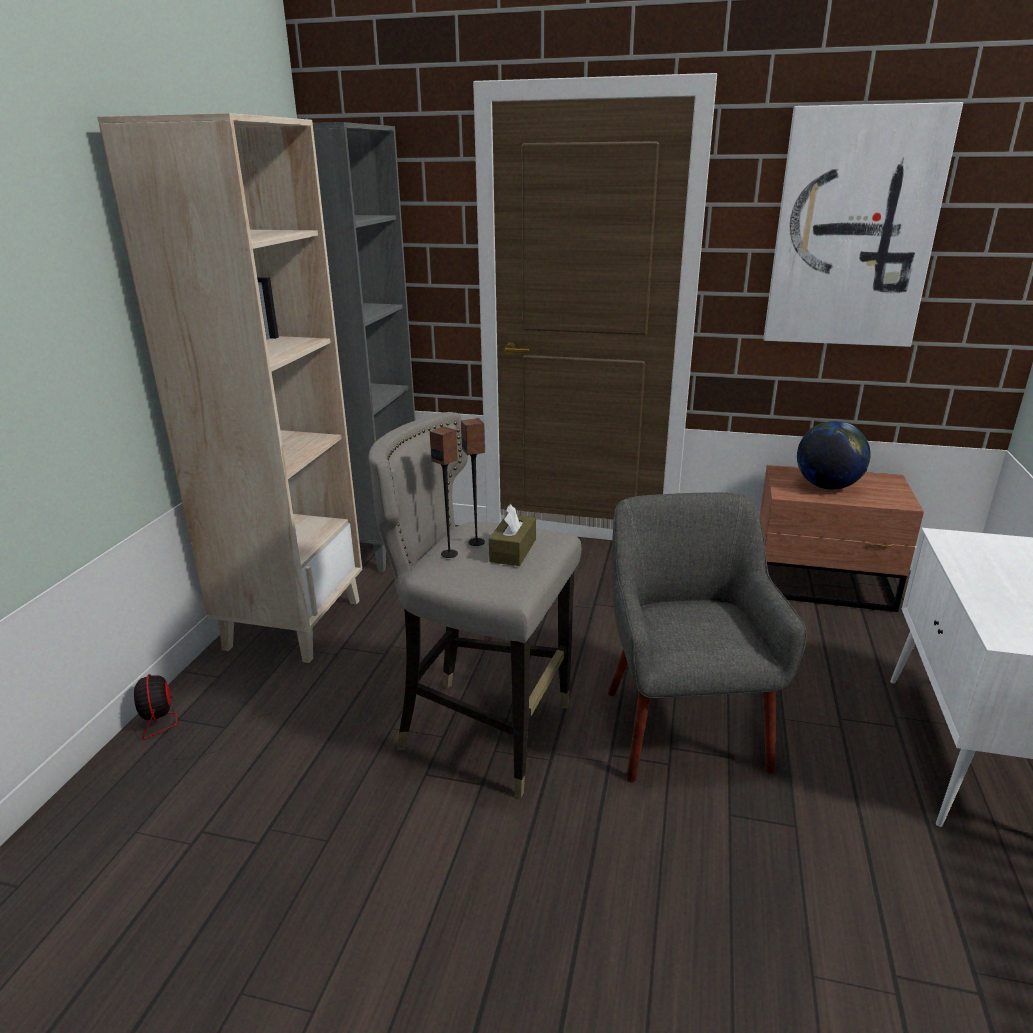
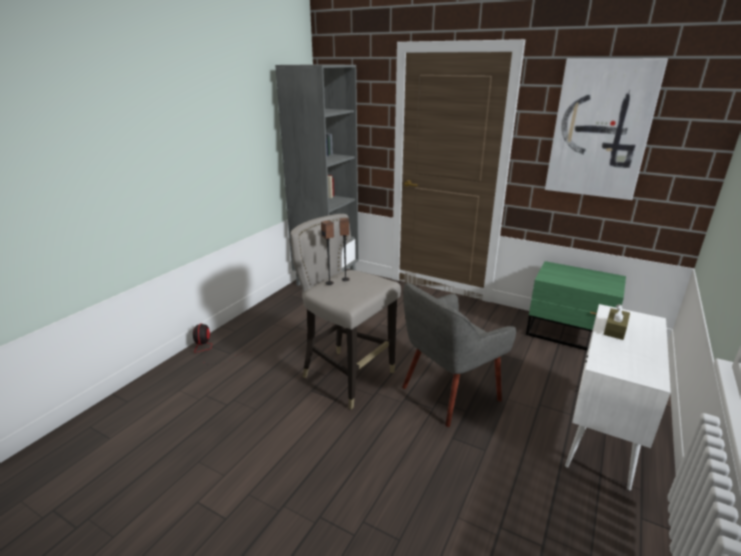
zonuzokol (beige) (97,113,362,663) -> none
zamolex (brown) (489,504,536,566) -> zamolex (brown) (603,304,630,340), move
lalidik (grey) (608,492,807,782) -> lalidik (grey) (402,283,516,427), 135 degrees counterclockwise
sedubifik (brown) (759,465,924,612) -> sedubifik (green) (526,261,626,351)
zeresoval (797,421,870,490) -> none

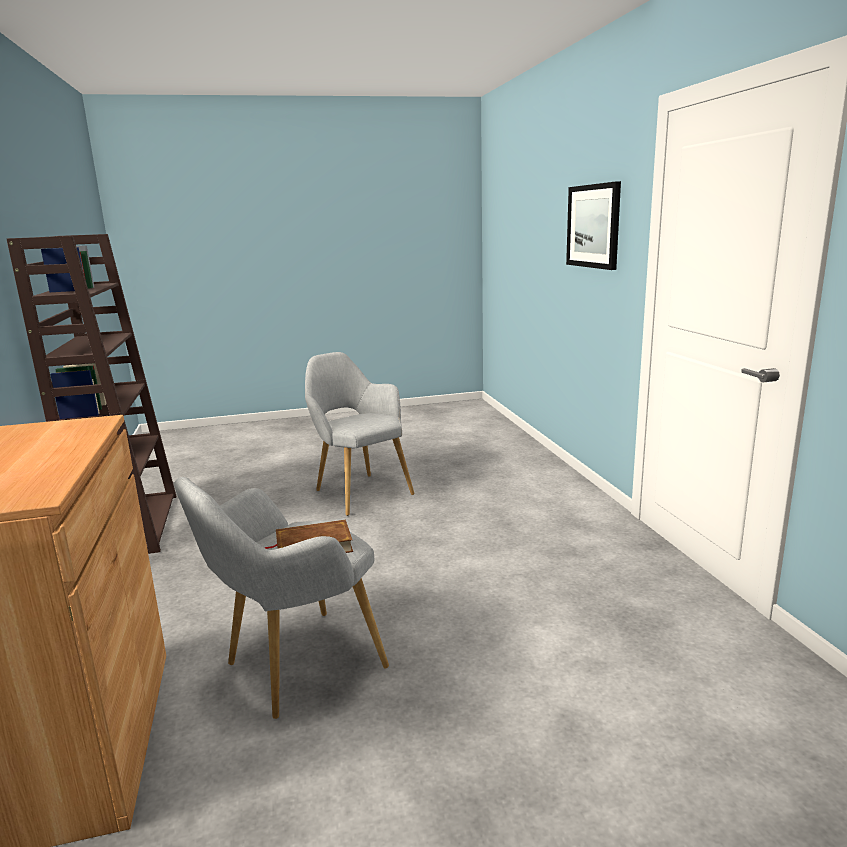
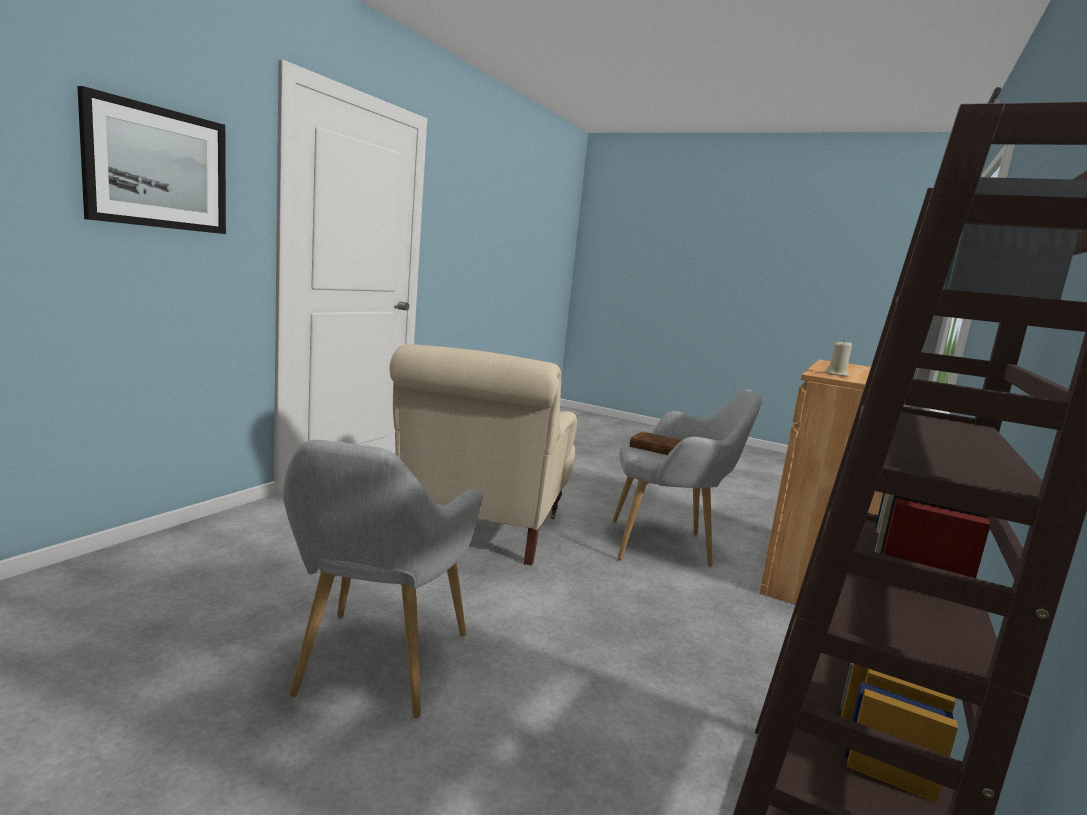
none -> lalidik (beige) (389,344,577,566)
none -> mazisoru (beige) (826,341,852,376)

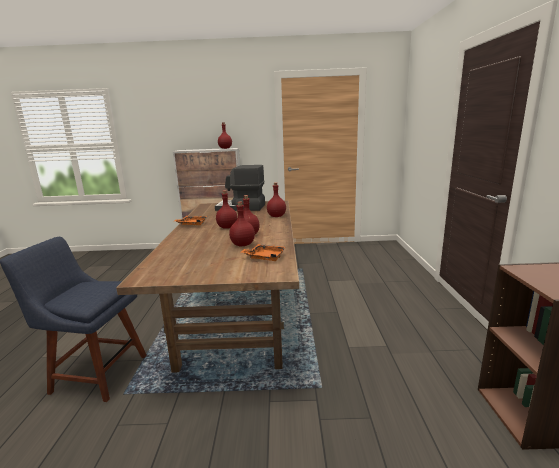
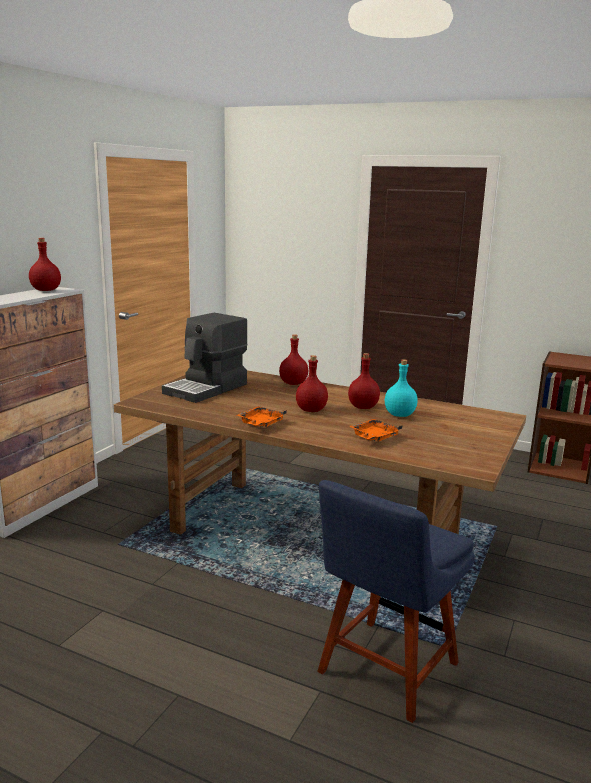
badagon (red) (229,201,255,246) -> badagon (turquoise) (385,359,417,417)
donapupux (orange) (241,244,286,261) -> donapupux (orange) (349,419,403,441), move

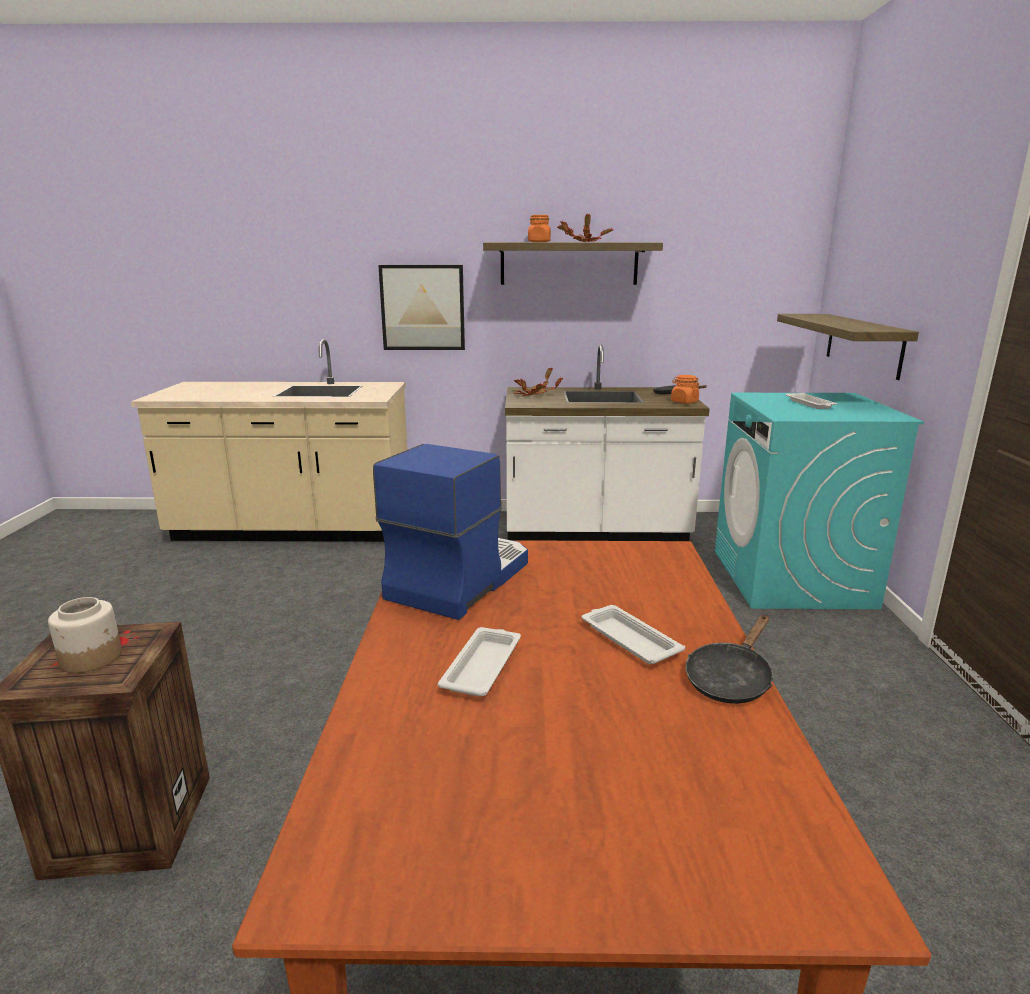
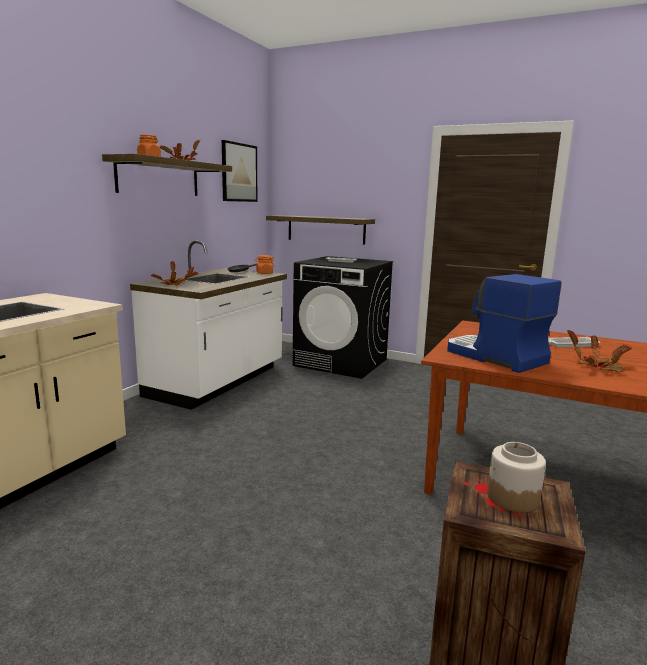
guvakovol (378,265,465,350) -> guvakovol (222,140,257,202), move
donapupux (white) (438,627,521,696) -> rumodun (567,330,632,372)
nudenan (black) (685,615,773,704) -> none
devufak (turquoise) (715,393,924,609) -> devufak (black) (293,256,393,379)

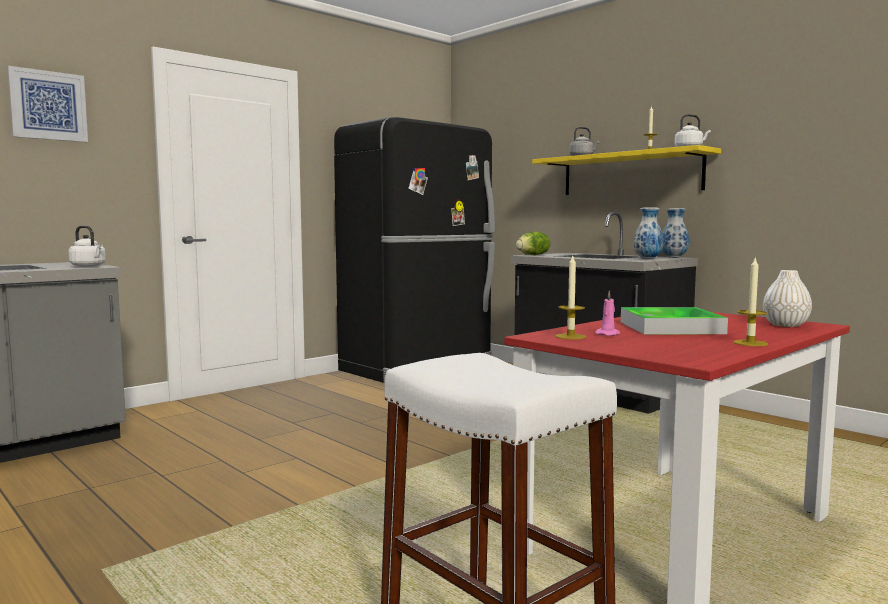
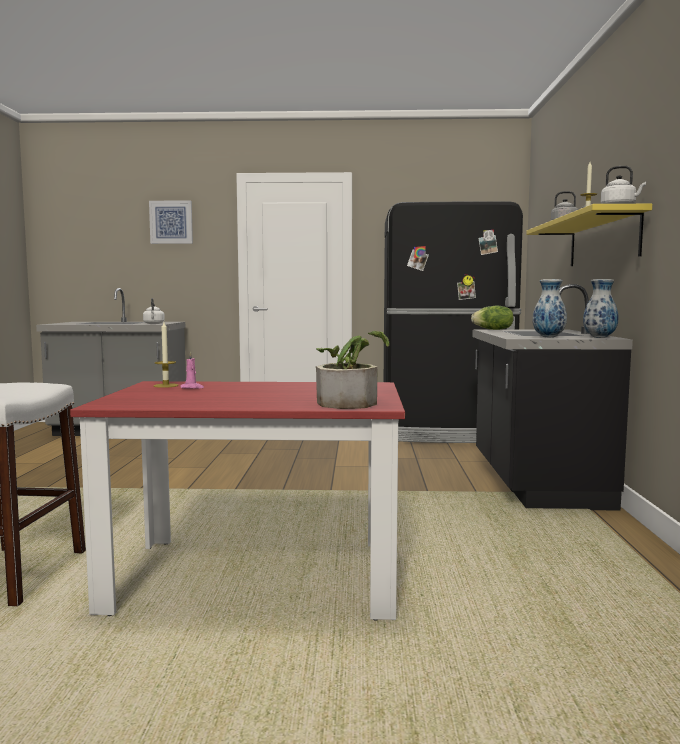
donapupux (621,307,728,335) -> none
mazisoru (733,258,768,346) -> none
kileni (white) (763,270,812,327) -> rumodun (316,331,390,409)

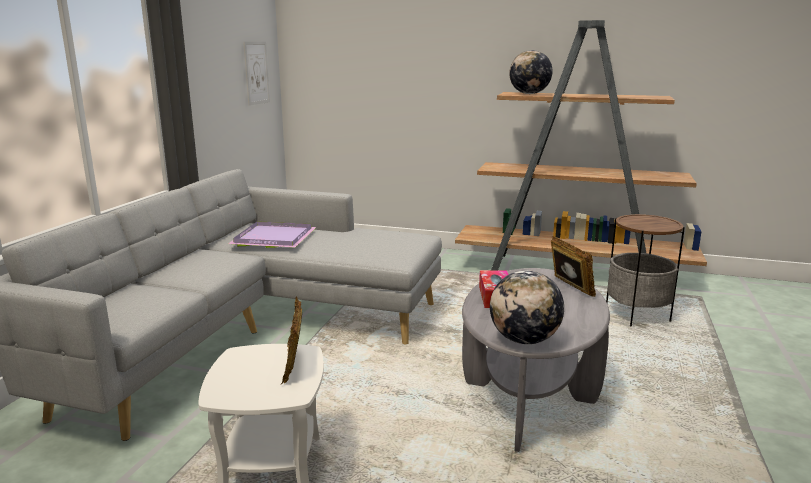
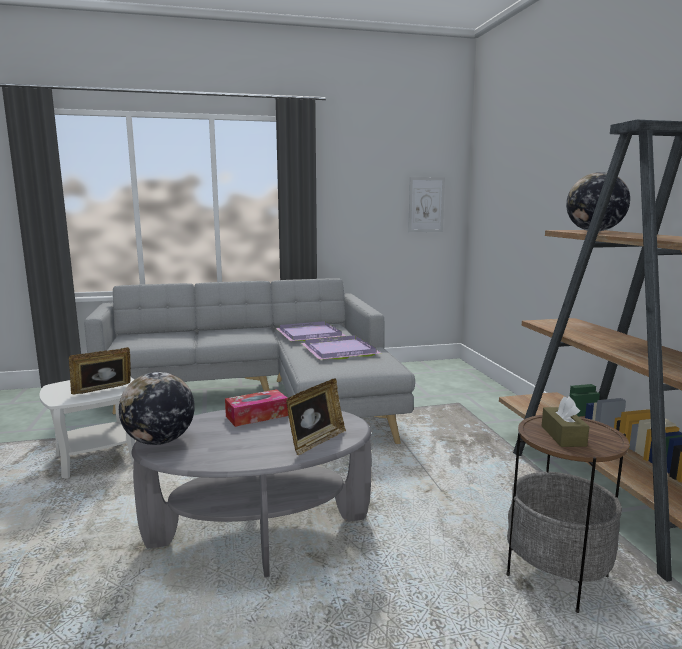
none -> donapupux (purple) (301,335,381,360)
none -> zamolex (brown) (542,397,590,447)

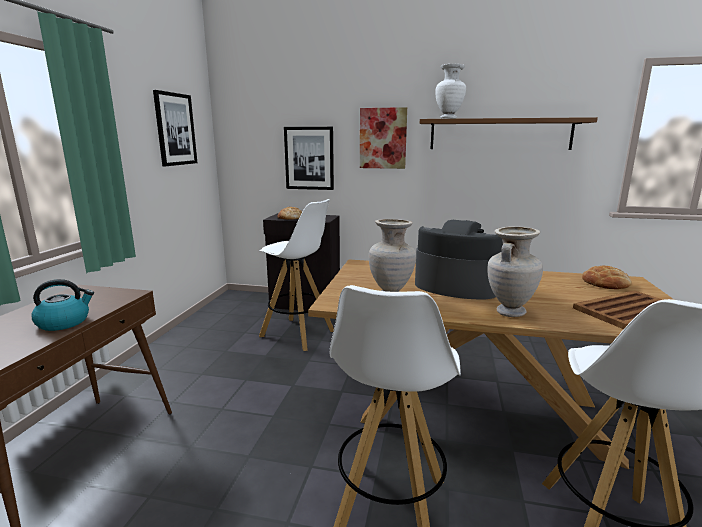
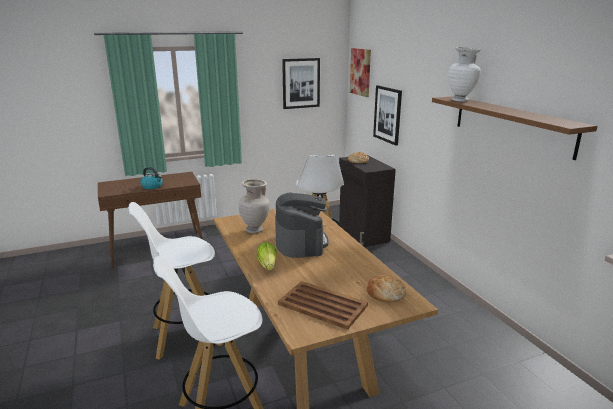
guvakovol (360,107,407,169) -> guvakovol (350,48,371,97), move
kileni (beige) (487,226,543,317) -> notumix (257,242,277,270)

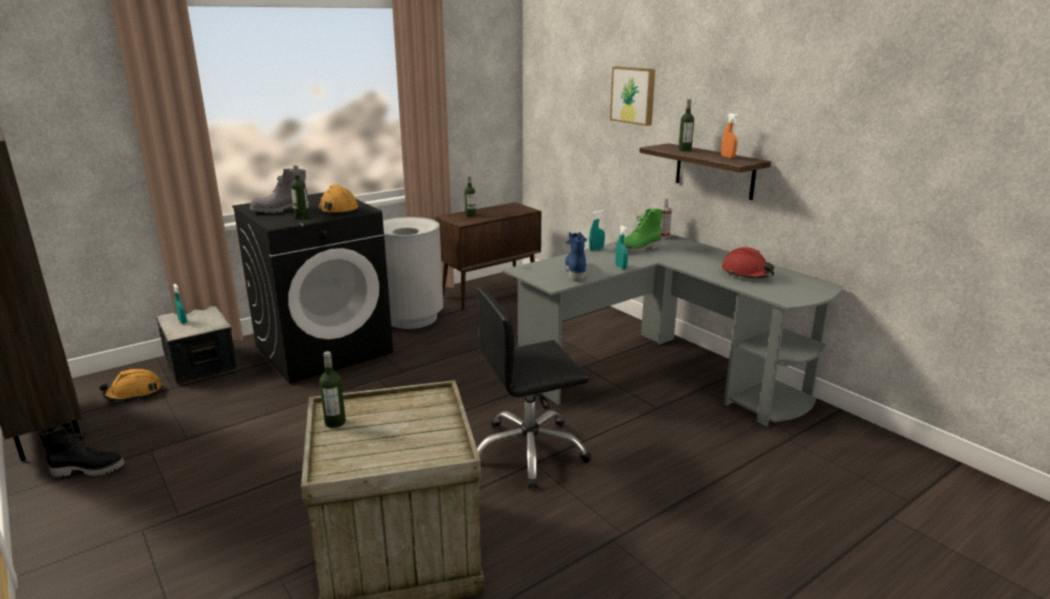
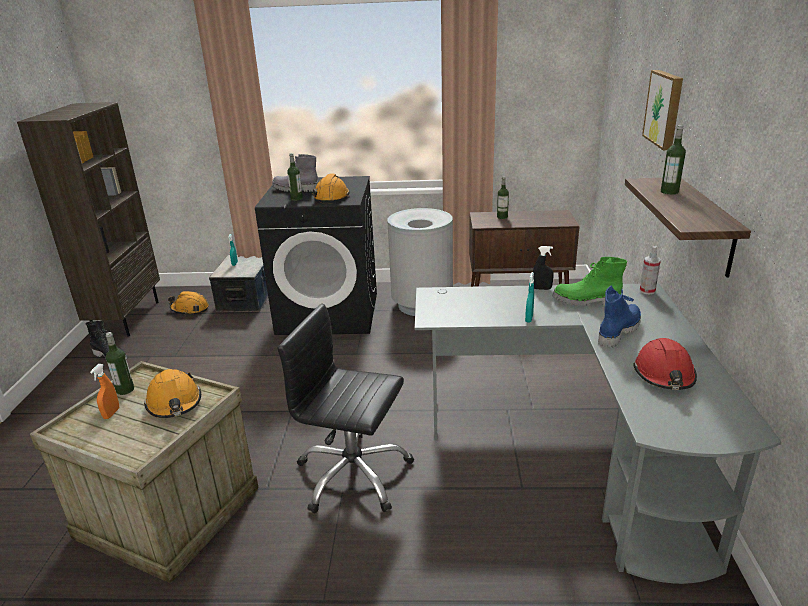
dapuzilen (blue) (565,232,587,282) -> dapuzilen (blue) (598,286,641,348), move
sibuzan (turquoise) (589,210,605,251) -> sibuzan (black) (533,246,554,290)
sibuzan (orange) (721,113,739,158) -> sibuzan (orange) (90,364,119,419), move
none -> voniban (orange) (144,369,201,418)

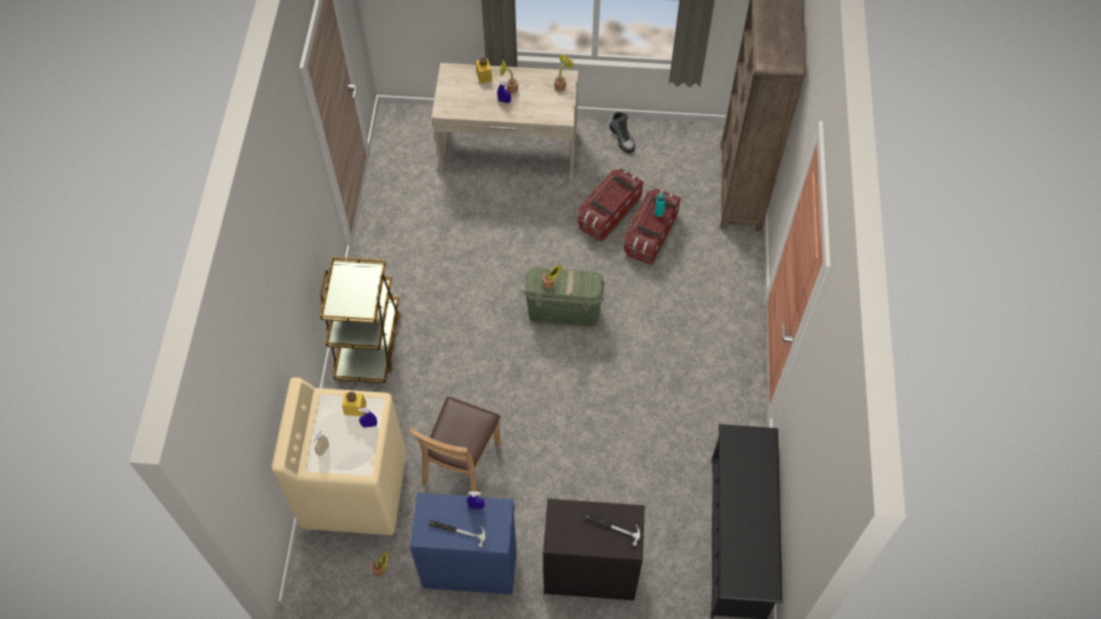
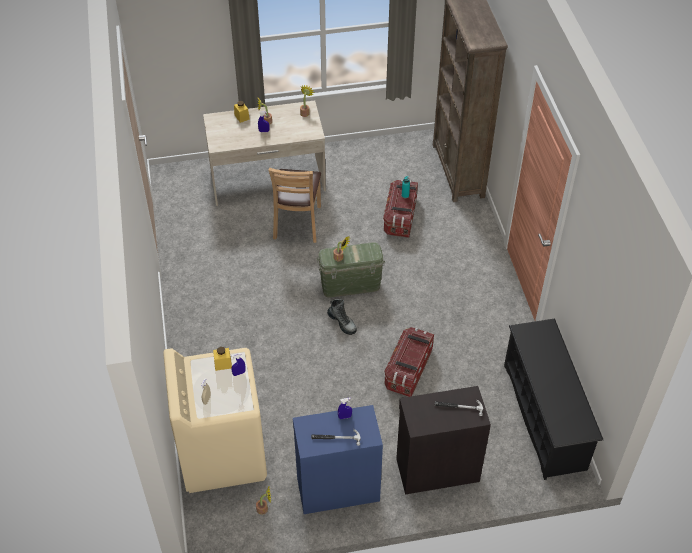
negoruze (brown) (320,257,401,383) -> none
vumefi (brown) (409,397,501,497) -> vumefi (brown) (268,168,321,243), move
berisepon (578,169,643,241) -> berisepon (384,327,434,397), move
dapuzilen (609,112,635,153) -> dapuzilen (327,299,357,335), move

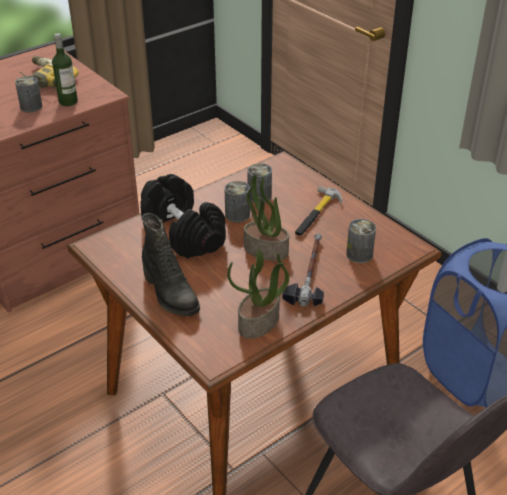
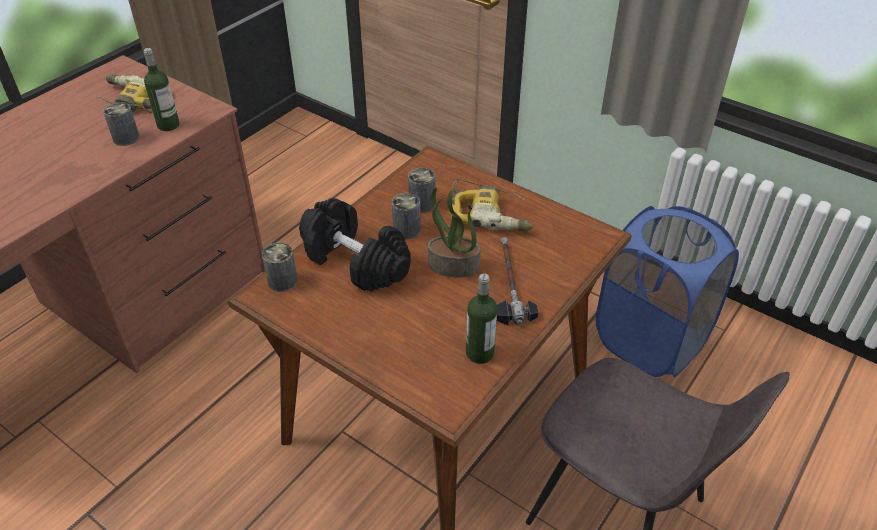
dapuzilen (black) (142,213,200,317) -> none
rumodun (227,249,289,339) -> badagon (466,273,497,364)
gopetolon (295,186,342,236) -> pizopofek (451,179,533,232)
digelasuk (346,219,376,263) -> digelasuk (262,242,298,292), move

